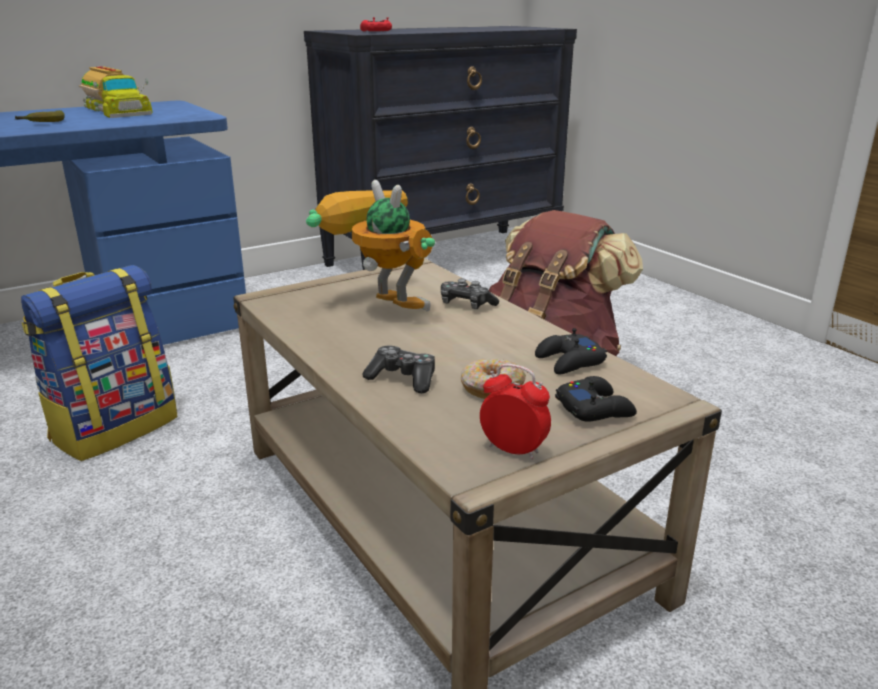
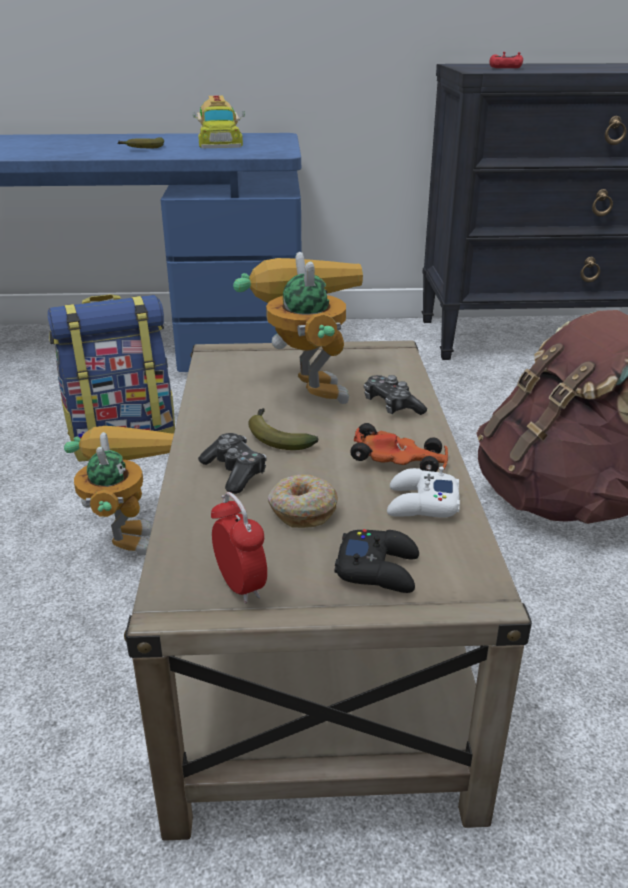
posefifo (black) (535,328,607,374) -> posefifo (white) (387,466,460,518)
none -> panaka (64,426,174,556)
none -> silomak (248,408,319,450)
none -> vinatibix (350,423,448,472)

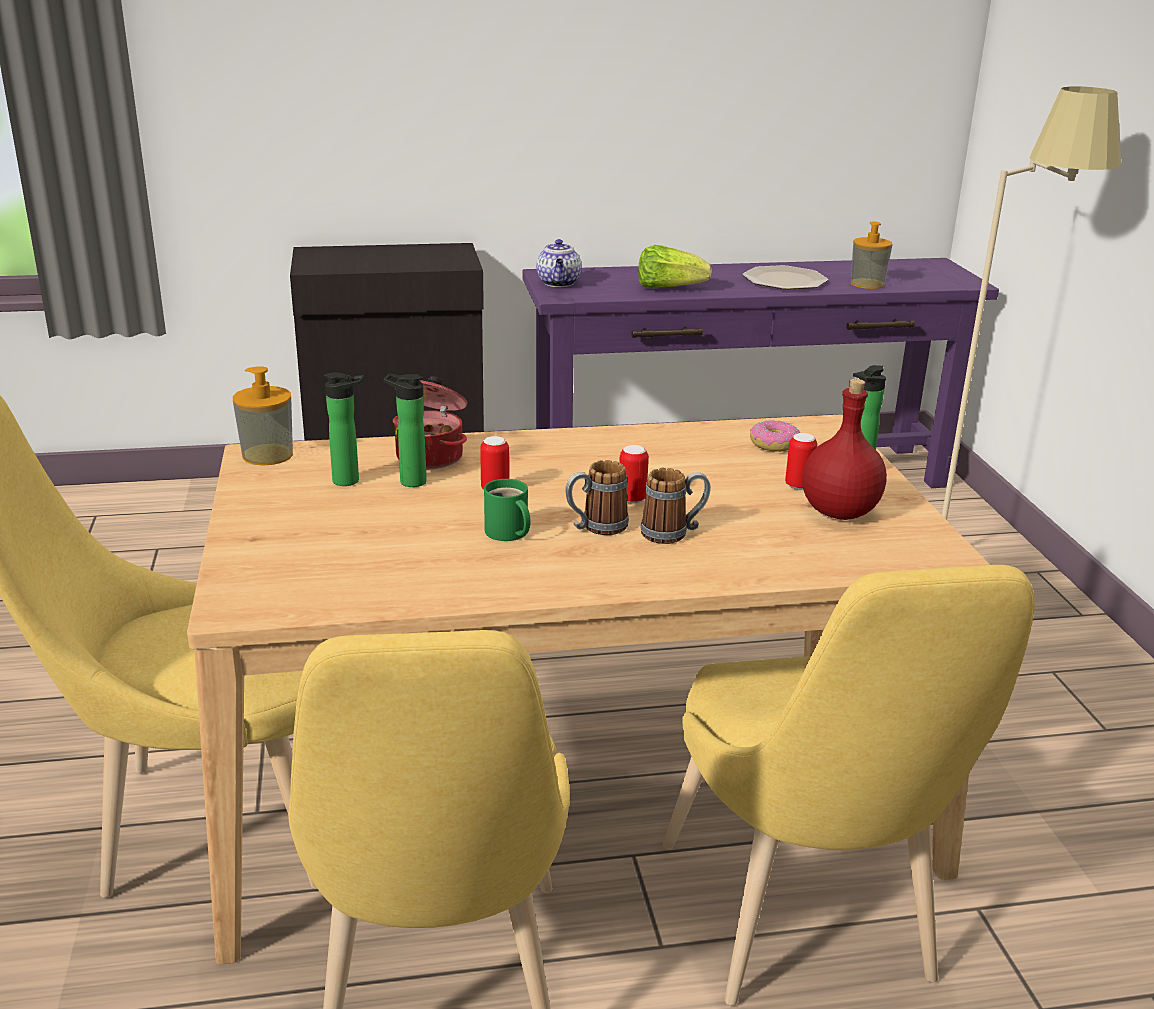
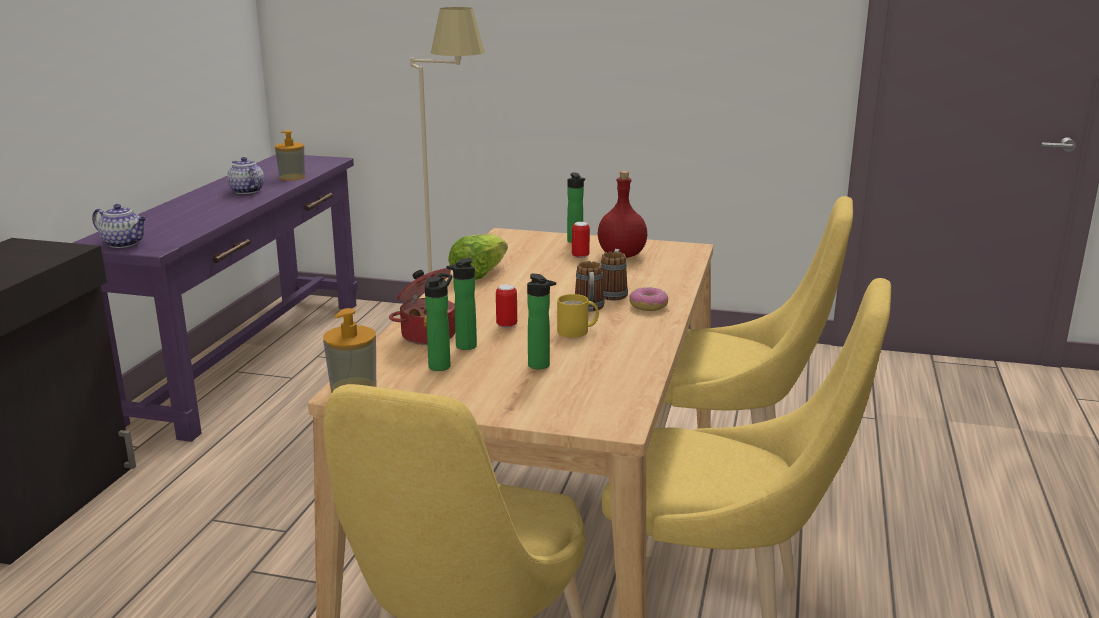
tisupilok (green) (484,479,531,541) -> tisupilok (yellow) (557,294,599,338)
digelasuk (619,445,649,504) -> none
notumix (638,245,712,289) -> notumix (448,234,508,280), move
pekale (743,265,828,290) -> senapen (227,157,264,194)
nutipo (750,420,800,452) -> nutipo (629,287,668,311), move
none -> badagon (527,274,556,369)

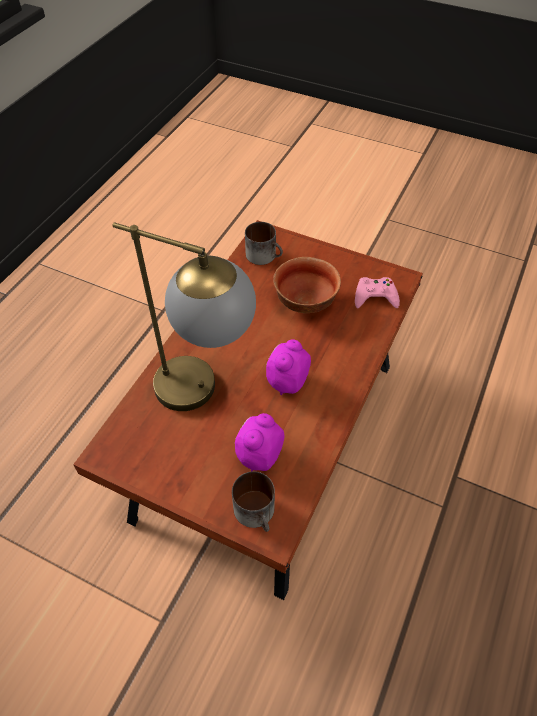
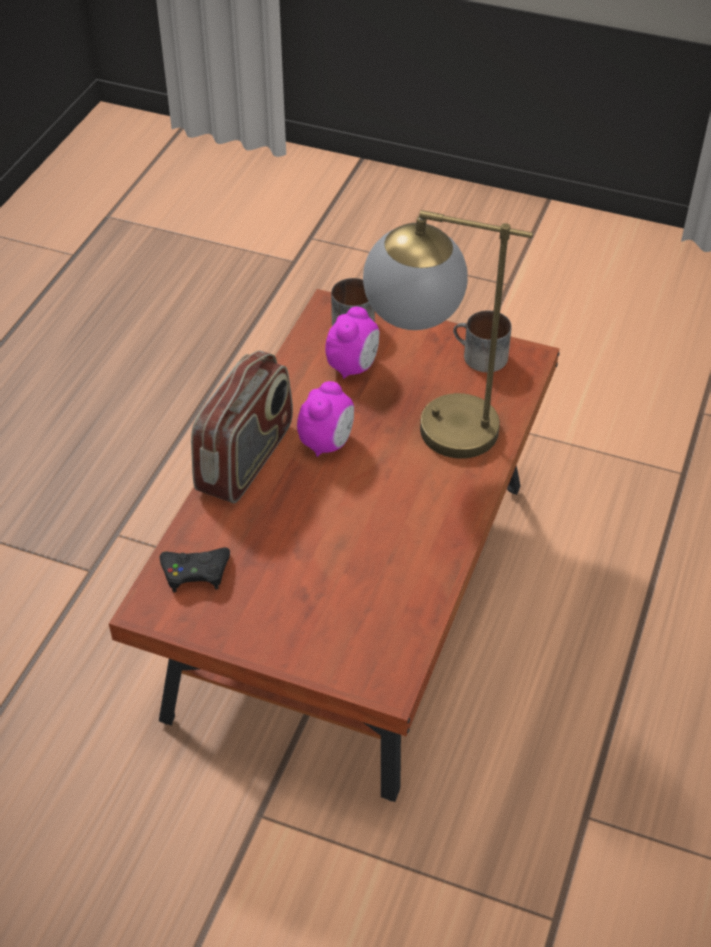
tisupilok (245,222,283,265) -> tisupilok (453,310,512,372), move
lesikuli (273,257,341,313) -> none
posefifo (pink) (355,277,400,308) -> posefifo (black) (159,547,230,592)
none -> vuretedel (191,351,293,504)

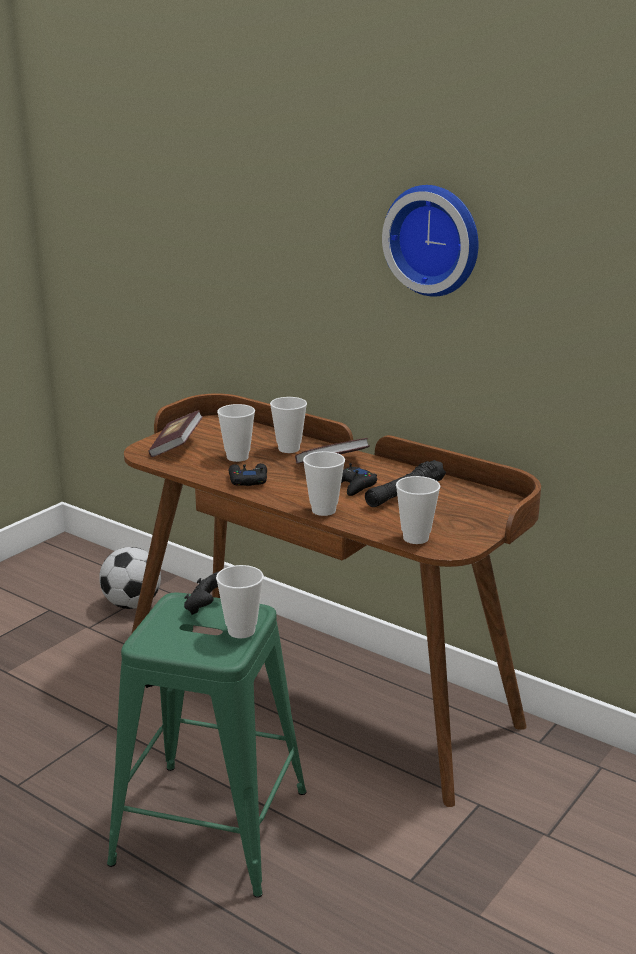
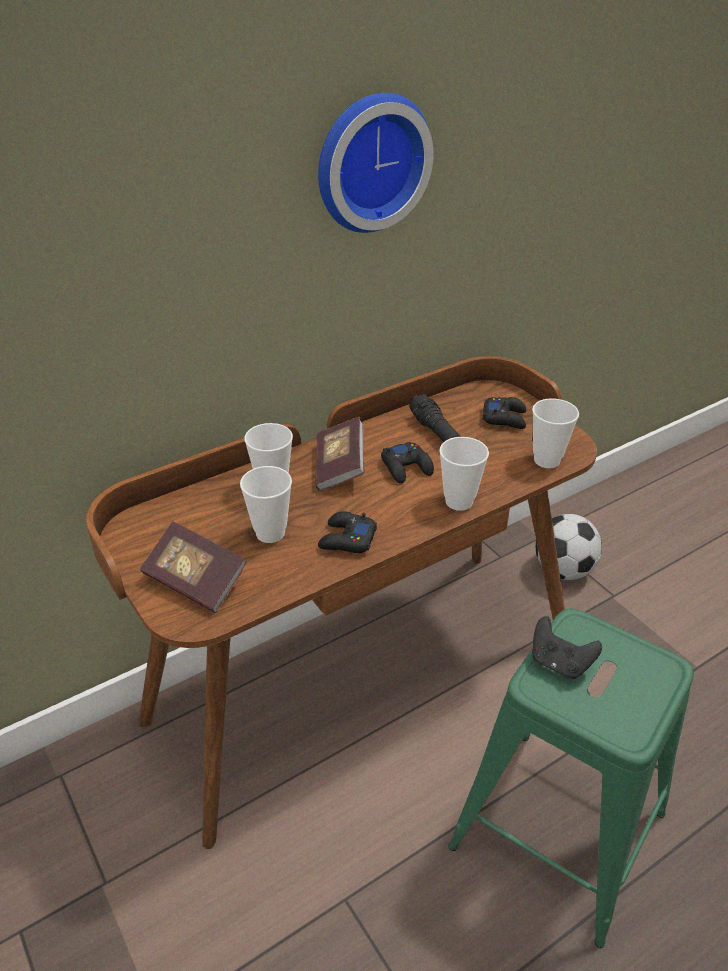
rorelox (99,547,161,609) -> rorelox (536,514,602,580), move
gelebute (216,565,264,638) -> none
none -> posefifo (black) (483,397,527,429)

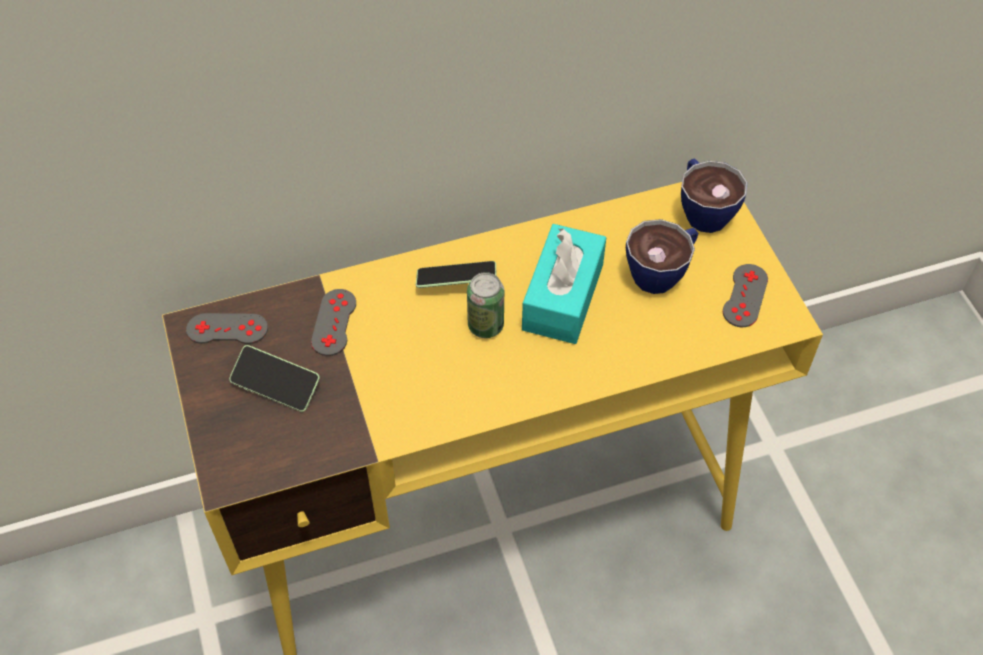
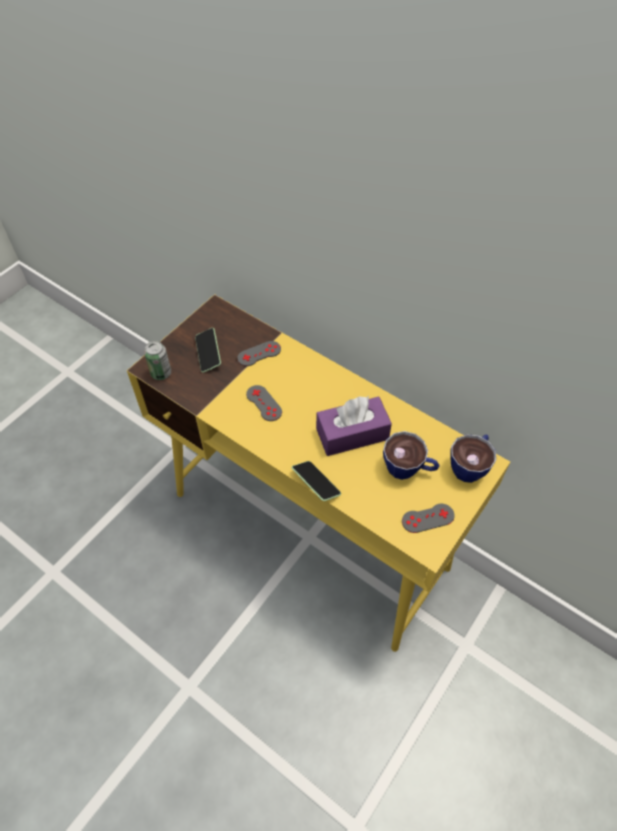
posefifo (grey) (186,313,268,344) -> posefifo (grey) (246,385,282,421), move
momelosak (416,261,496,288) -> momelosak (292,461,341,501), move
digelasuk (467,272,504,338) -> digelasuk (144,341,171,380), move
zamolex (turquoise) (522,224,606,344) -> zamolex (purple) (316,396,392,456)

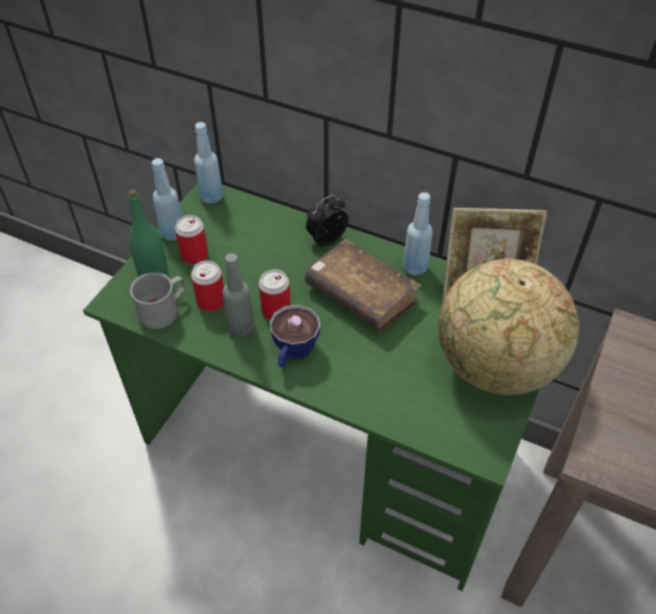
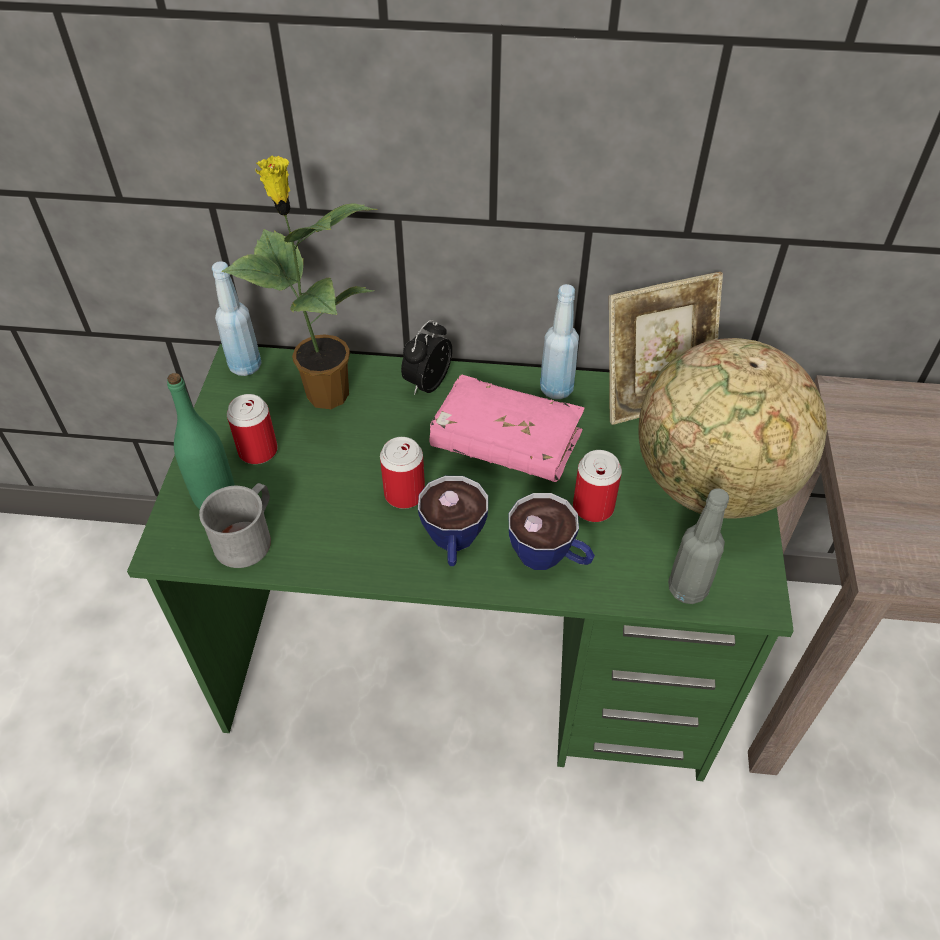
badagon (blue) (152,158,182,240) -> none
digelasuk (191,261,224,312) -> digelasuk (573,450,622,522), move
badagon (grey) (223,253,255,336) -> badagon (grey) (668,488,729,604), move
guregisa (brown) (305,239,421,331) -> guregisa (pink) (429,375,585,482)
none -> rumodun (222,155,377,409)
none -> gelebute (508,493,595,570)

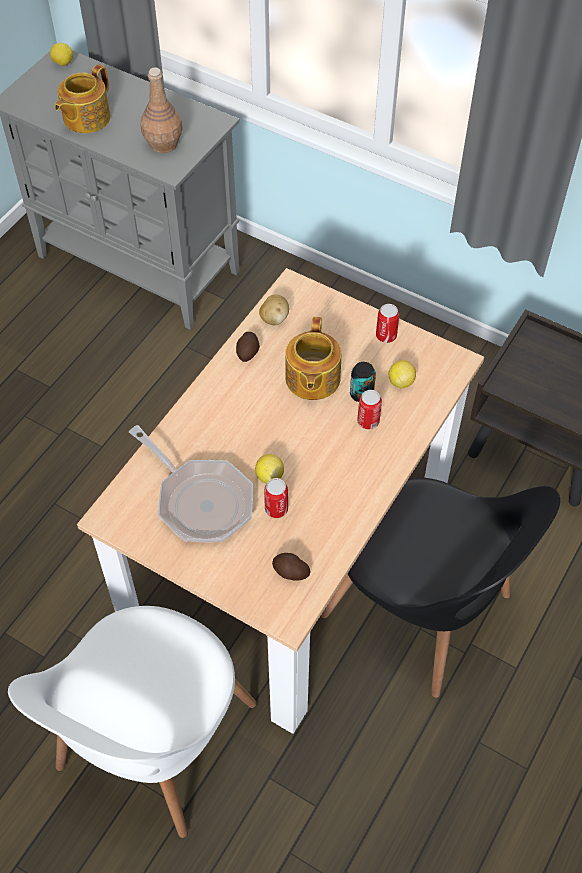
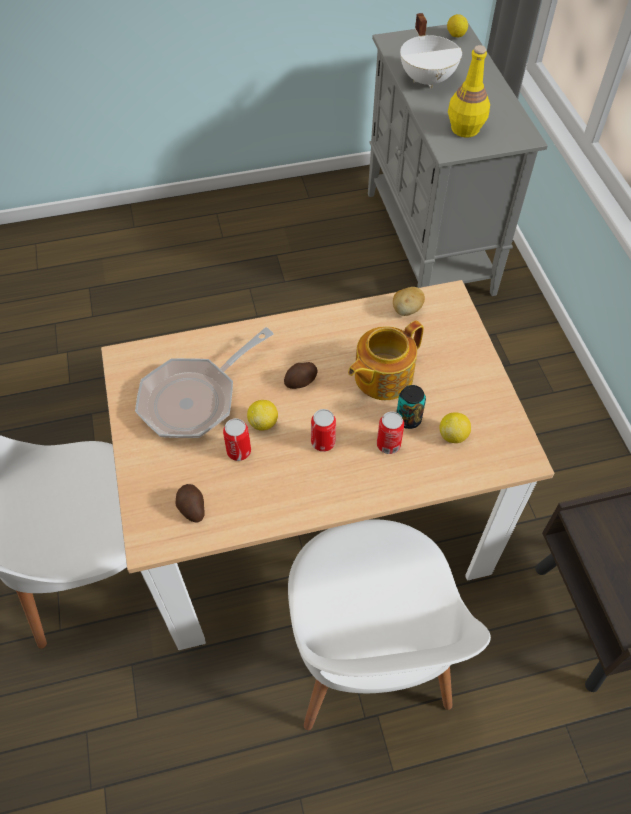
senapen (55,64,110,133) -> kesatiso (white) (400,13,462,88)
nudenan (129,425,253,542) -> nudenan (135,327,273,438), 45 degrees clockwise
badagon (brown) (140,67,183,153) -> badagon (yellow) (448,45,490,137)
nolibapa (236,332,260,362) -> nolibapa (284,362,317,389), move
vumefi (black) (320,478,560,698) -> vumefi (white) (288,520,491,731)
digelasuk (376,304,399,343) -> digelasuk (311,409,336,452), move

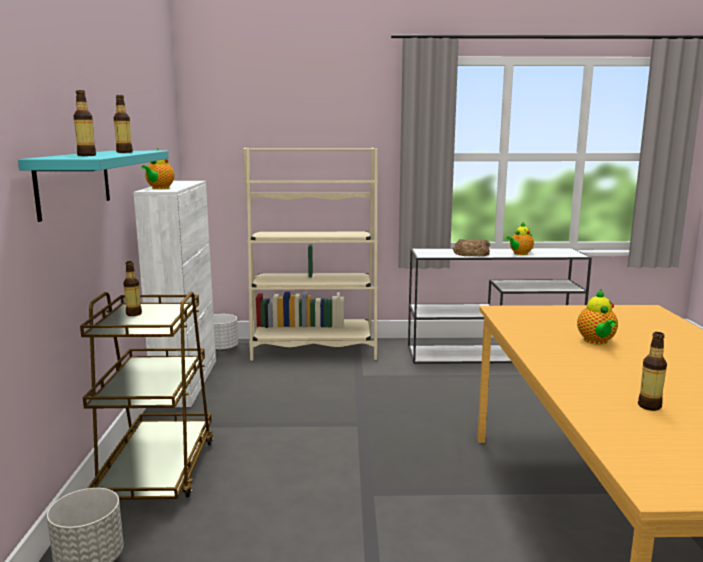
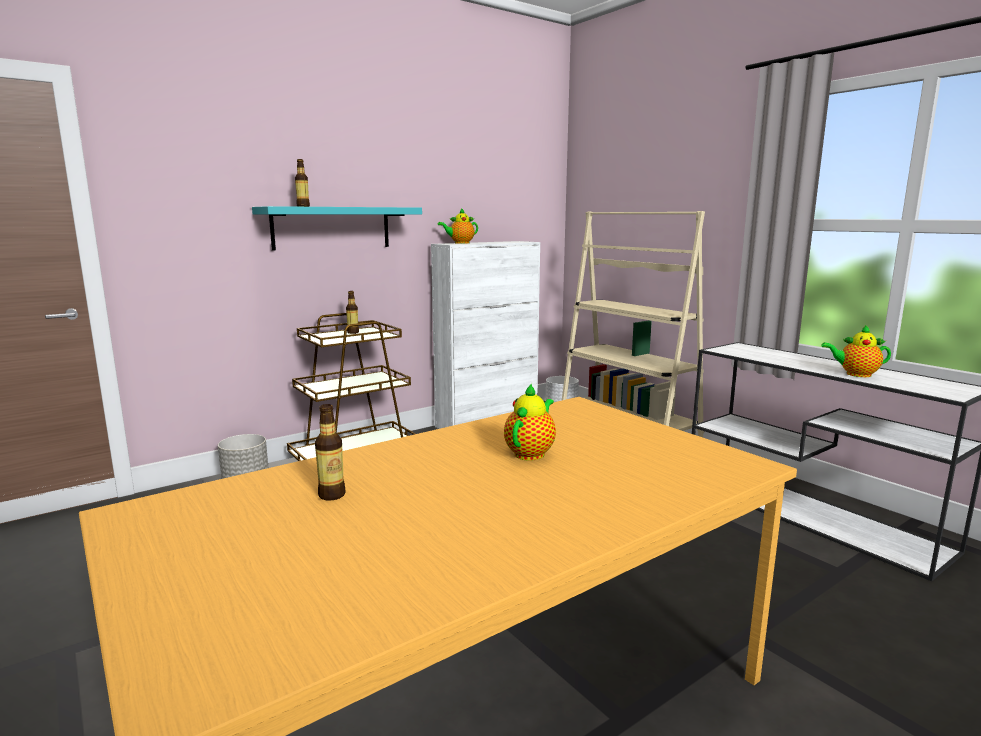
badagon (114,95,133,153) -> none
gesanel (453,239,490,256) -> none
senapen (577,289,618,345) -> senapen (504,383,556,461), 150 degrees clockwise

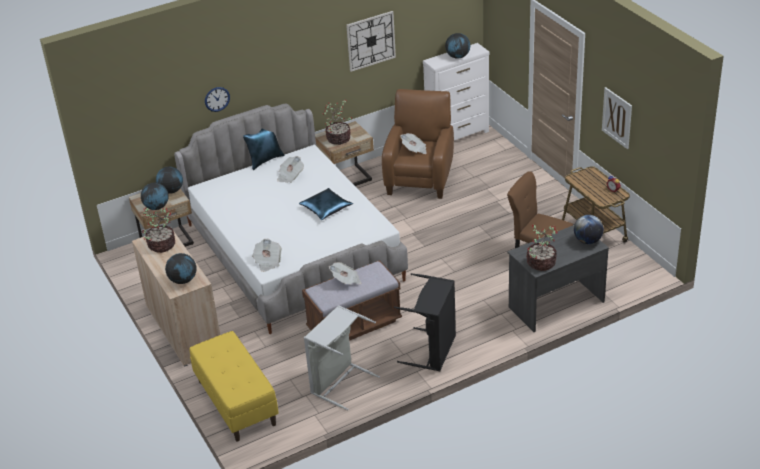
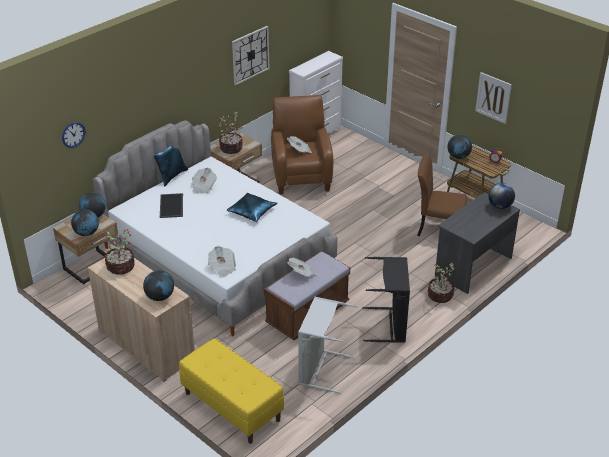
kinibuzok (205,87,230,112) -> kinibuzok (62,122,85,148), move
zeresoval (445,33,470,59) -> zeresoval (447,134,472,159), move
rumodun (526,225,557,271) -> rumodun (428,262,455,303), move
none -> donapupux (160,193,183,218)

